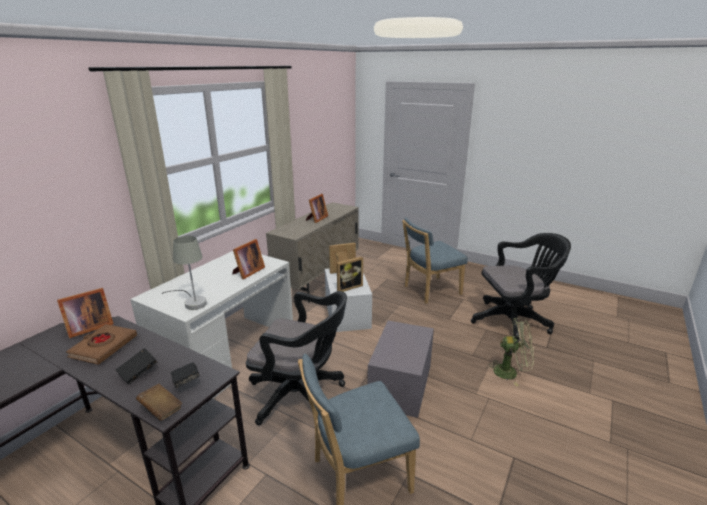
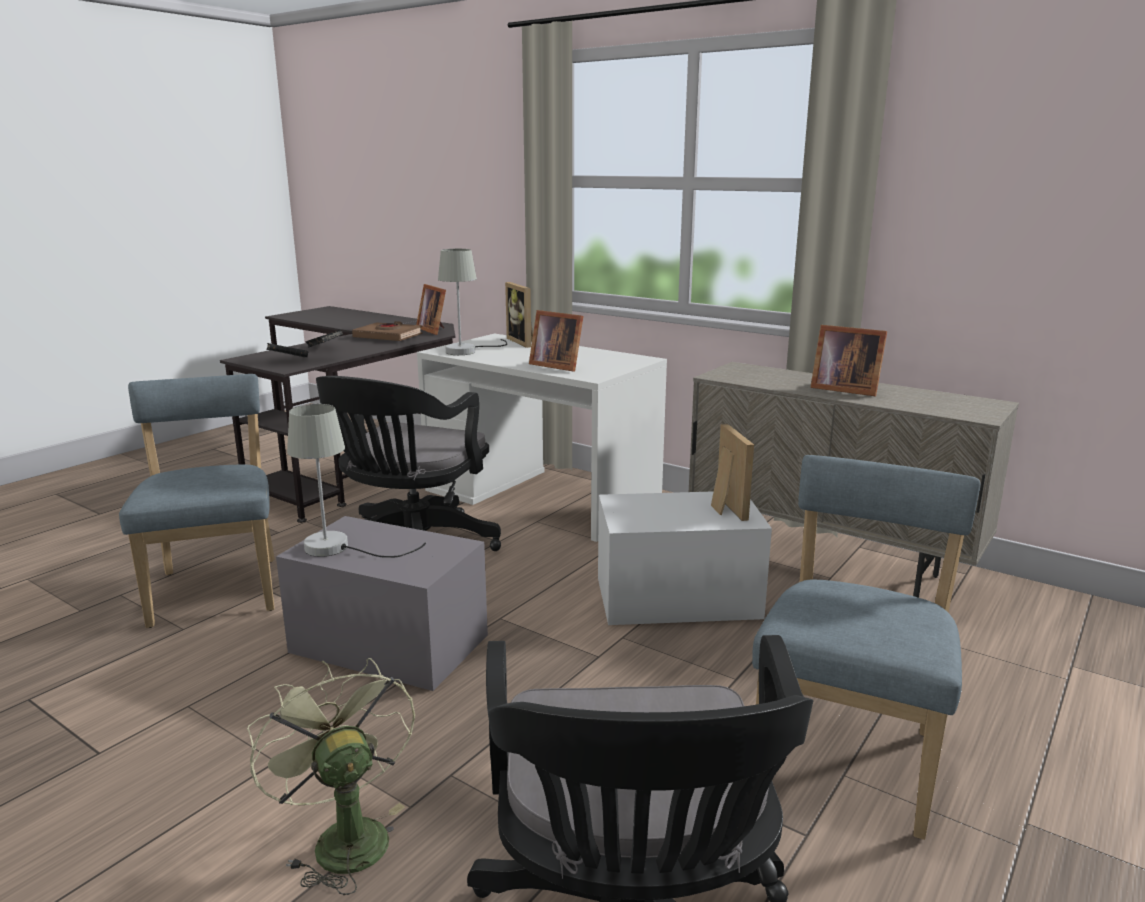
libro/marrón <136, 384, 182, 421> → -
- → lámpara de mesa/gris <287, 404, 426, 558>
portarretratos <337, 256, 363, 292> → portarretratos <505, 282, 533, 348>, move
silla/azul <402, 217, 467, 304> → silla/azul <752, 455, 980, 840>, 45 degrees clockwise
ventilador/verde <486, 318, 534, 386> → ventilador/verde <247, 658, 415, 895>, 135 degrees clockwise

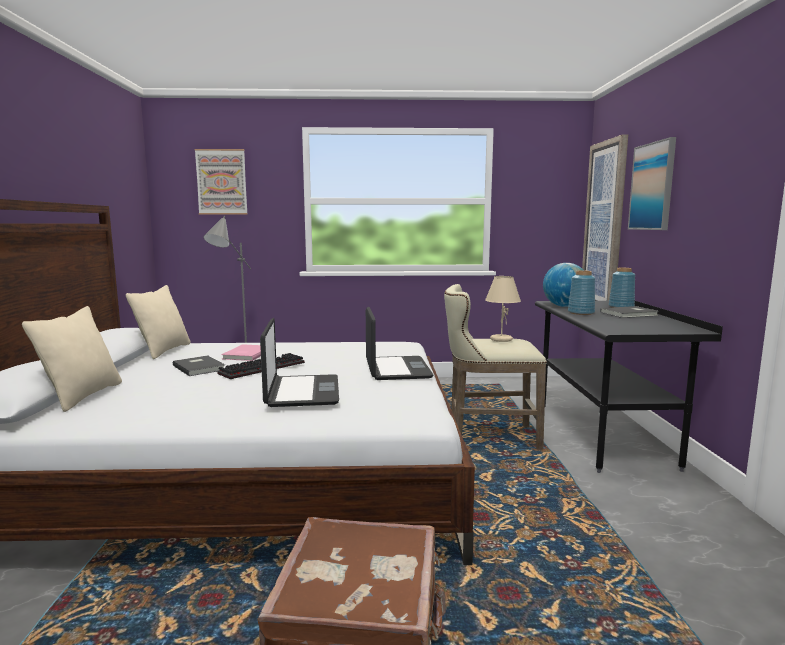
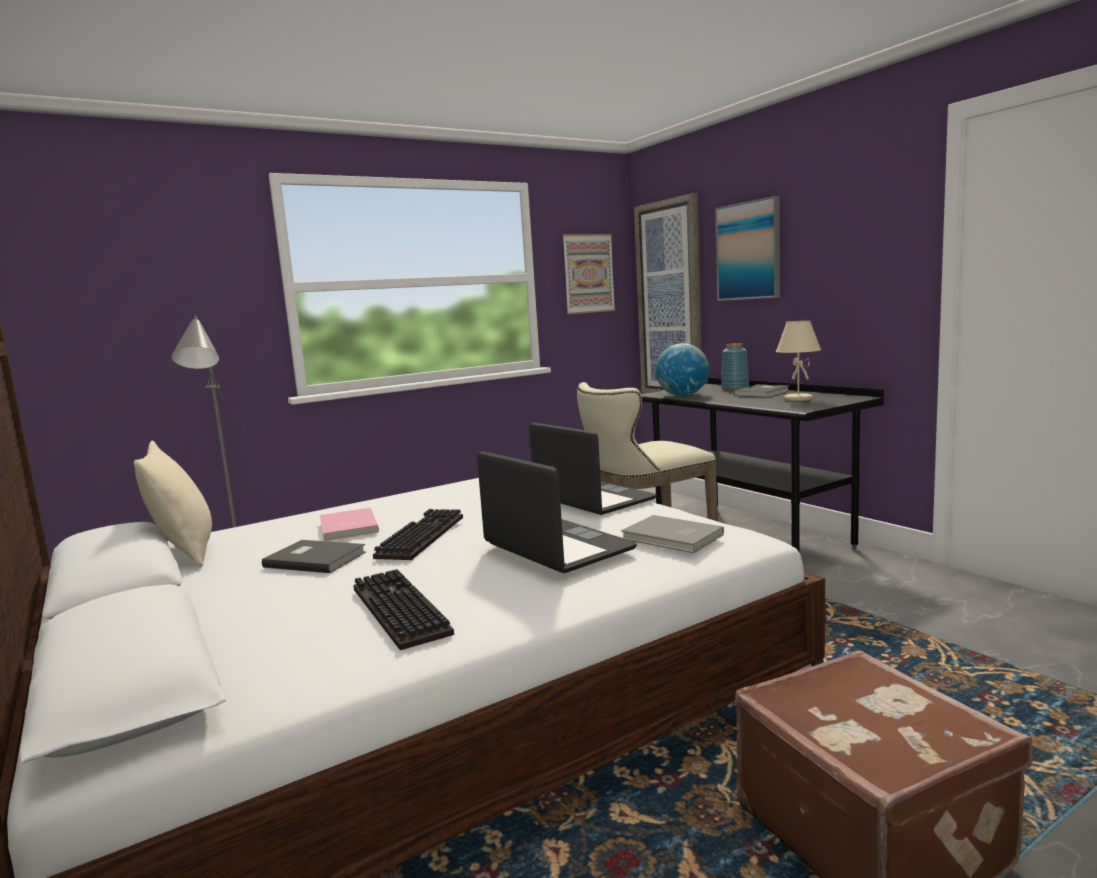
cojín/beis <22, 306, 122, 412> → -
florero/azul <568, 271, 595, 315> → -
- → teclado <353, 569, 454, 650>
- → libro/gris <621, 515, 724, 553>
cuadro <195, 149, 248, 215> → cuadro <562, 234, 616, 314>, move
lámpara de mesa/beis <485, 276, 521, 342> → lámpara de mesa/beis <776, 320, 821, 401>, move

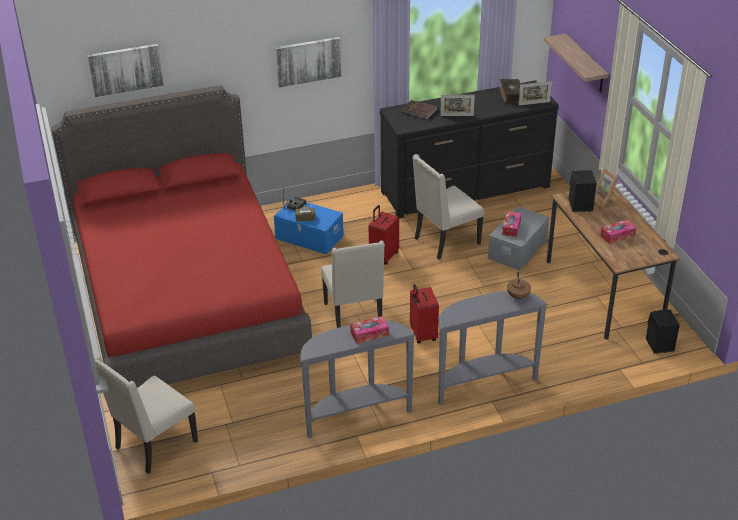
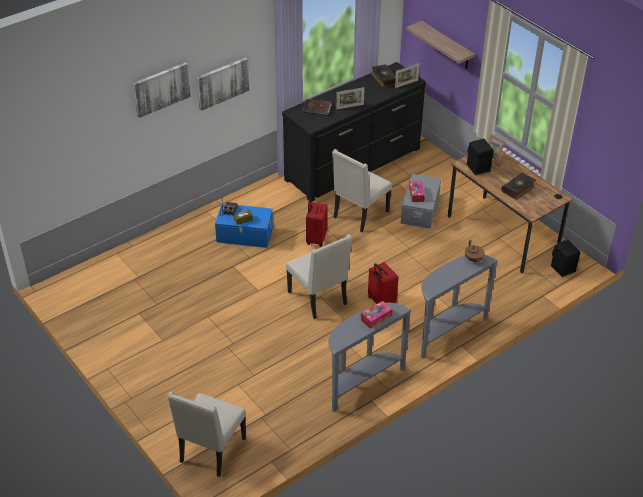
cama/rojo <51, 85, 312, 388> → -
cuadro <87, 44, 164, 97> → cuadro <133, 62, 191, 118>, move
caja de pañuelos <600, 220, 636, 244> → libro <501, 173, 536, 200>

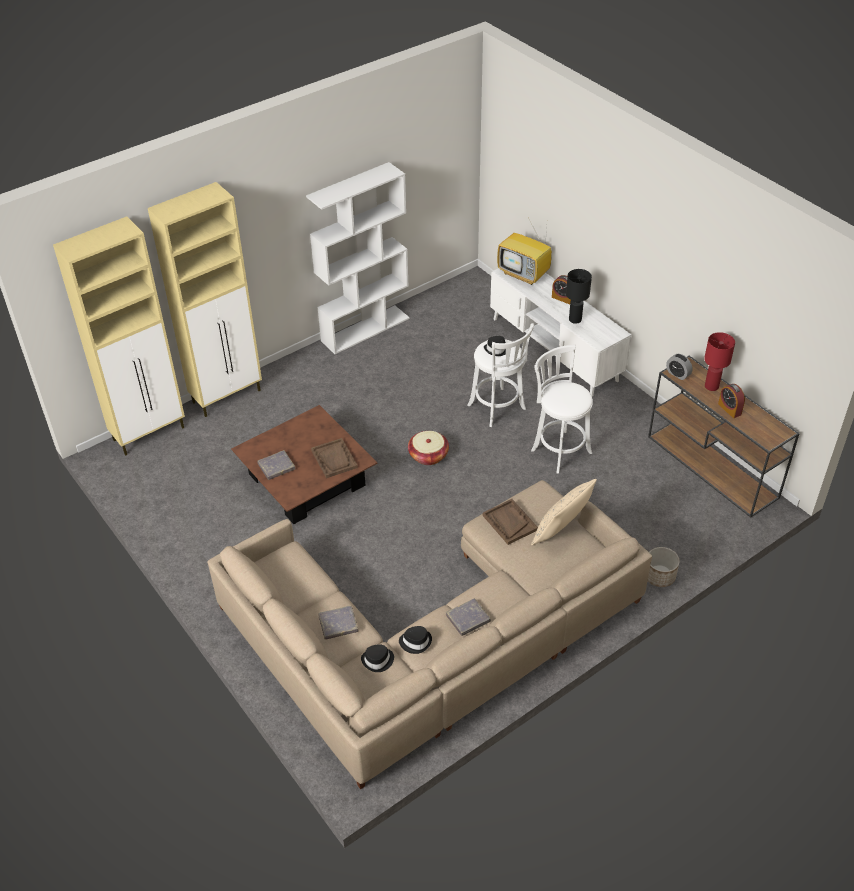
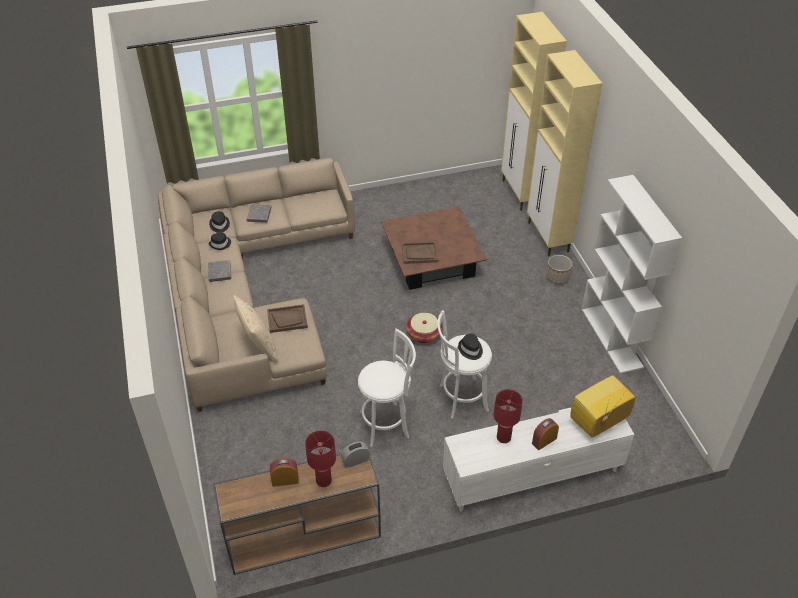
libro/gris <257, 450, 296, 480> → -
maceta <648, 547, 680, 587> → maceta <546, 255, 572, 284>, move
lámpara de mesa/negro <566, 269, 592, 324> → lámpara de mesa/rojo <494, 389, 523, 443>

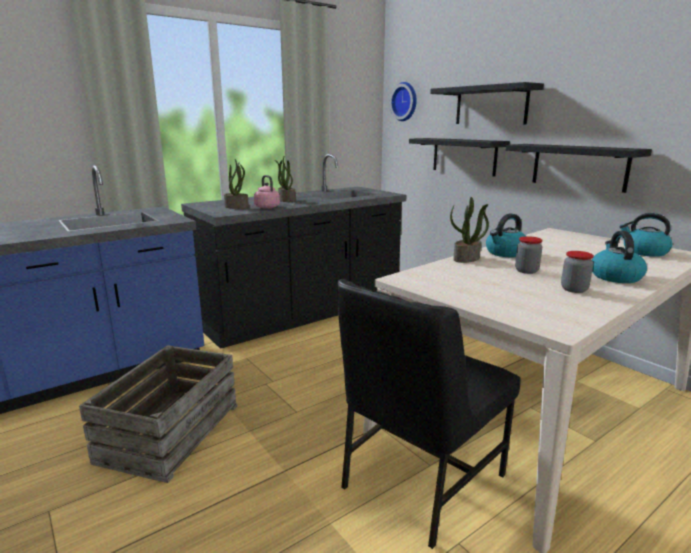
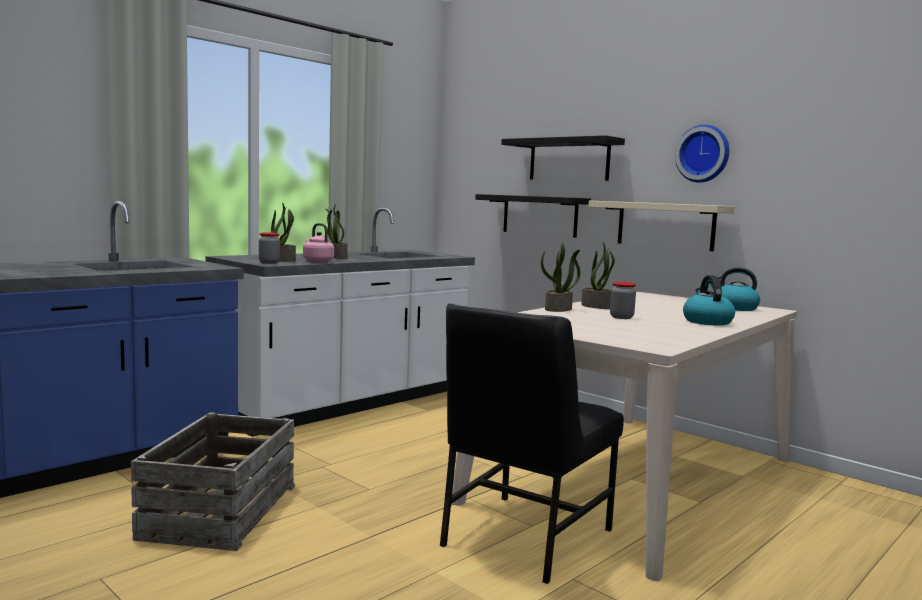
reloj de pared <390, 82, 417, 121> → reloj de pared <675, 124, 729, 183>, move
tarro <561, 251, 594, 293> → tarro <259, 232, 280, 264>, move
hervidor <486, 214, 526, 257> → planta en maceta <581, 243, 615, 309>
mueble bajo de cocina/negro <181, 154, 406, 349> → mueble bajo de cocina/blanco <206, 207, 475, 437>
estante/negro <506, 144, 652, 193> → estante/beis <588, 200, 734, 251>

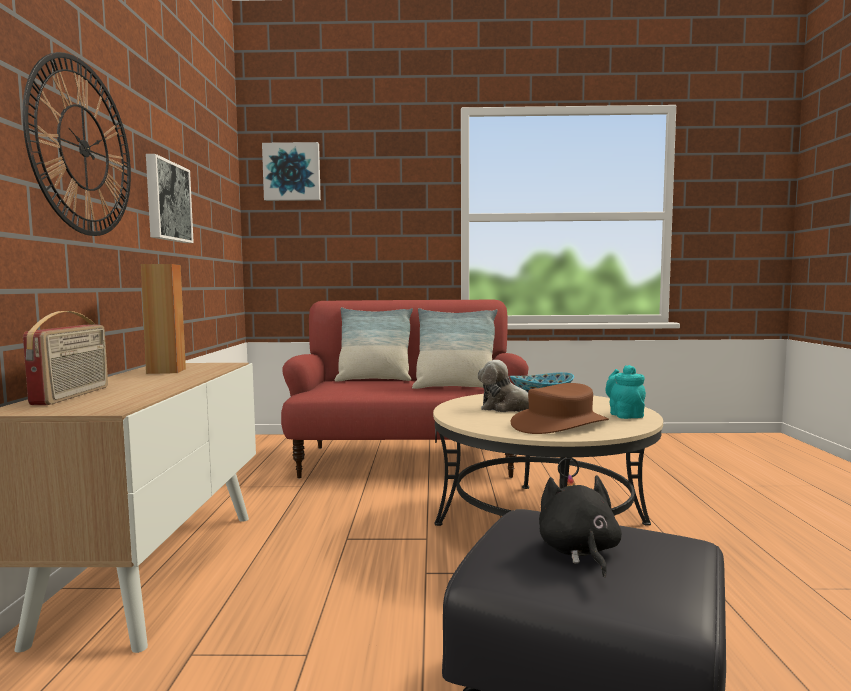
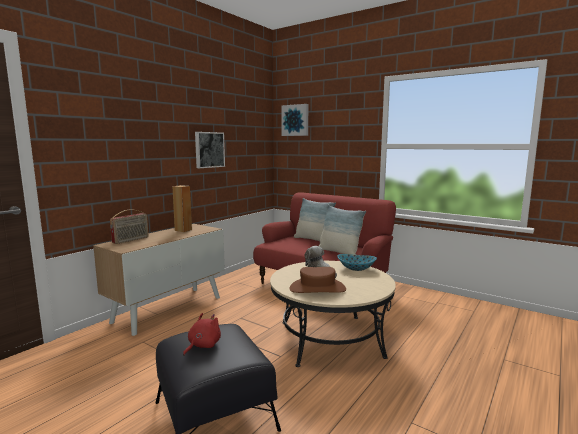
reloj de pared <22, 52, 131, 236> → -
tetera/turquesa <606, 365, 646, 419> → -
peluche/negro <539, 475, 622, 577> → peluche/rojo <183, 313, 221, 356>

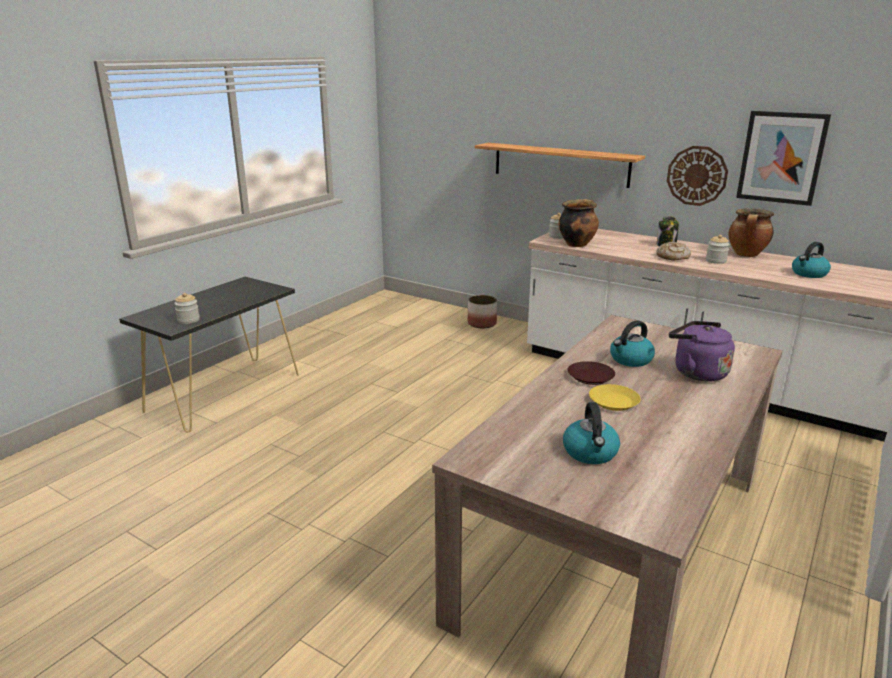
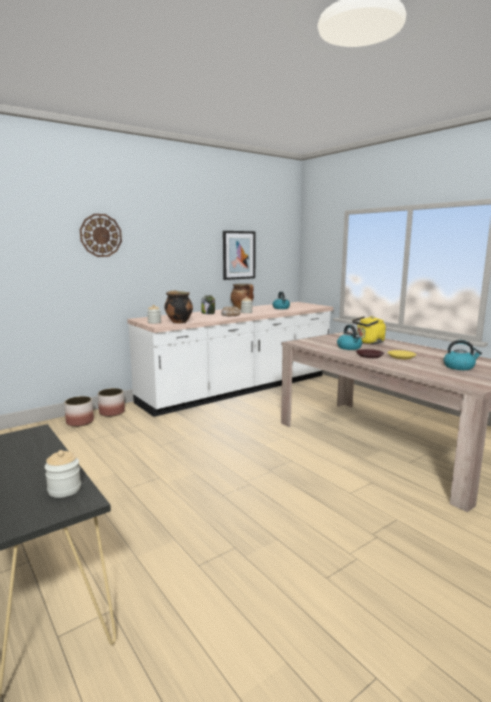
estante <475, 143, 645, 188> → -
- → maceta <98, 388, 125, 417>
reloj de pared <667, 146, 728, 206> → reloj de pared <80, 214, 122, 257>, move
hervidor/morado <669, 321, 735, 381> → hervidor/amarillo <352, 316, 386, 344>

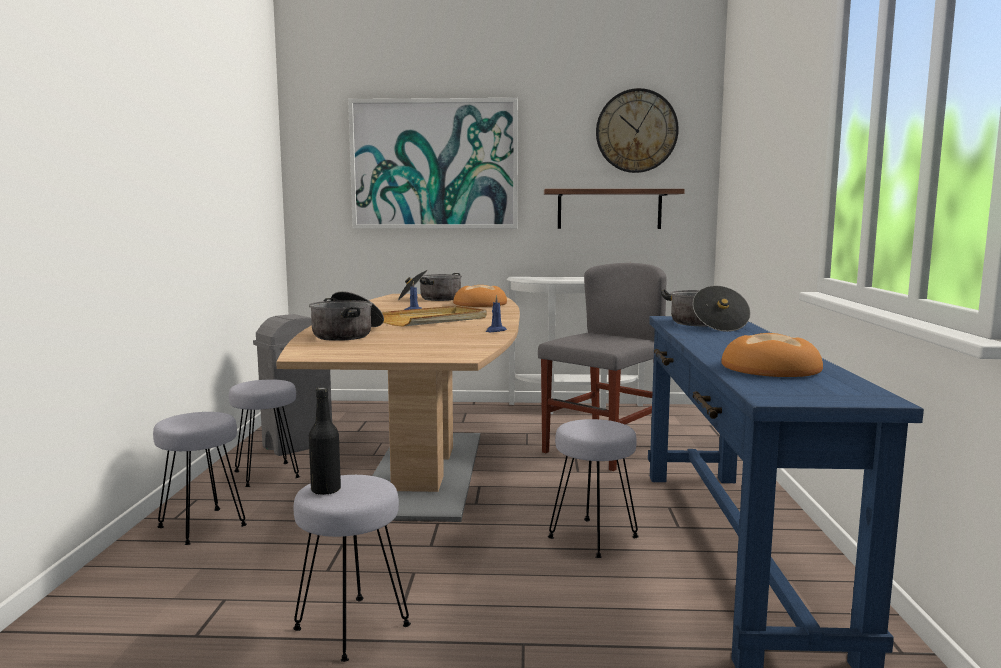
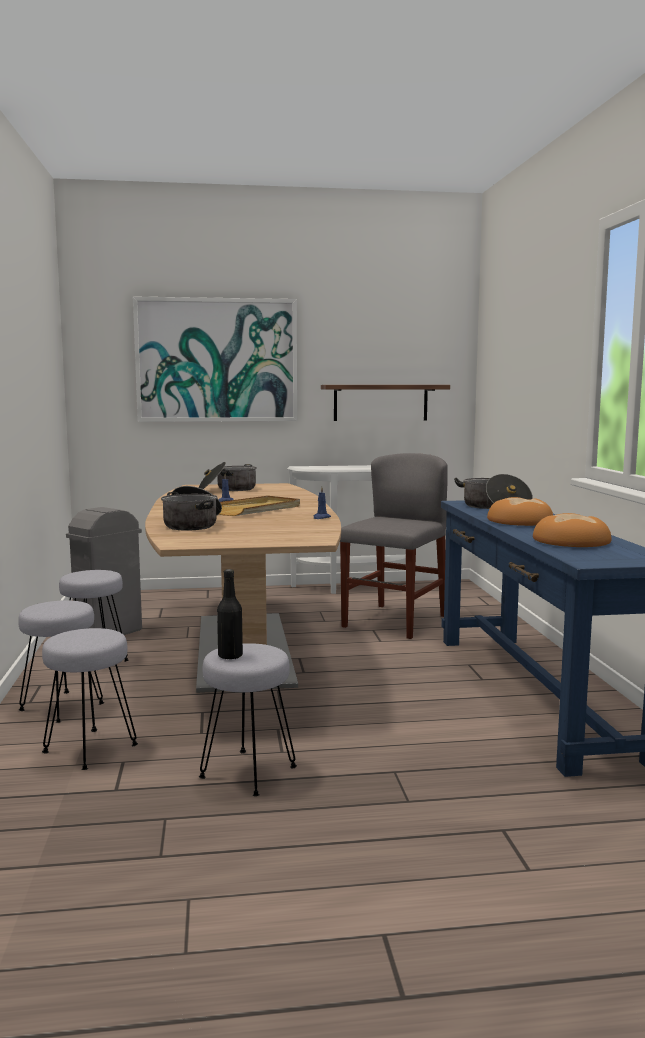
reloj de pared <596, 88, 679, 173> → -
pan <453, 285, 507, 307> → pan <487, 497, 553, 526>, move
taburete/gris <548, 419, 639, 558> → taburete/gris <42, 628, 138, 770>, move

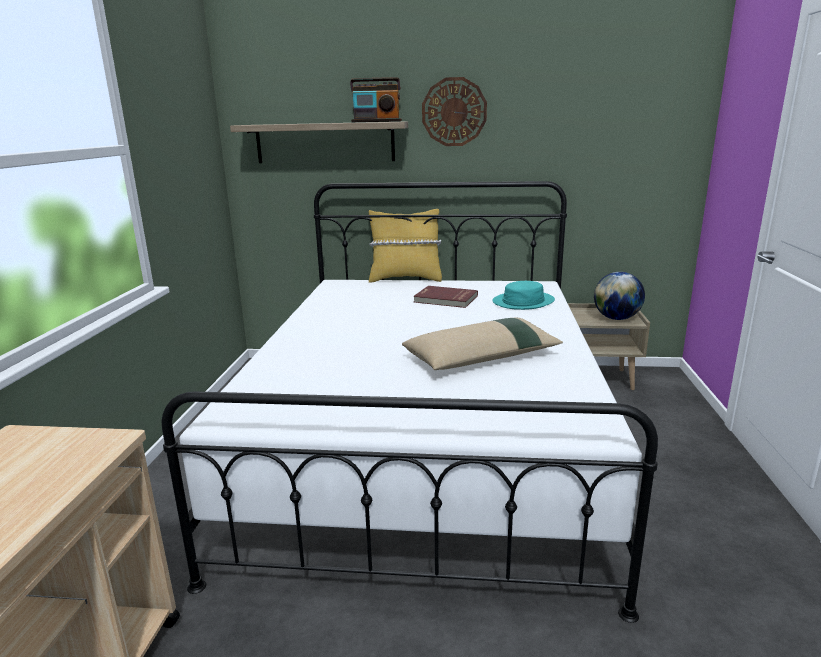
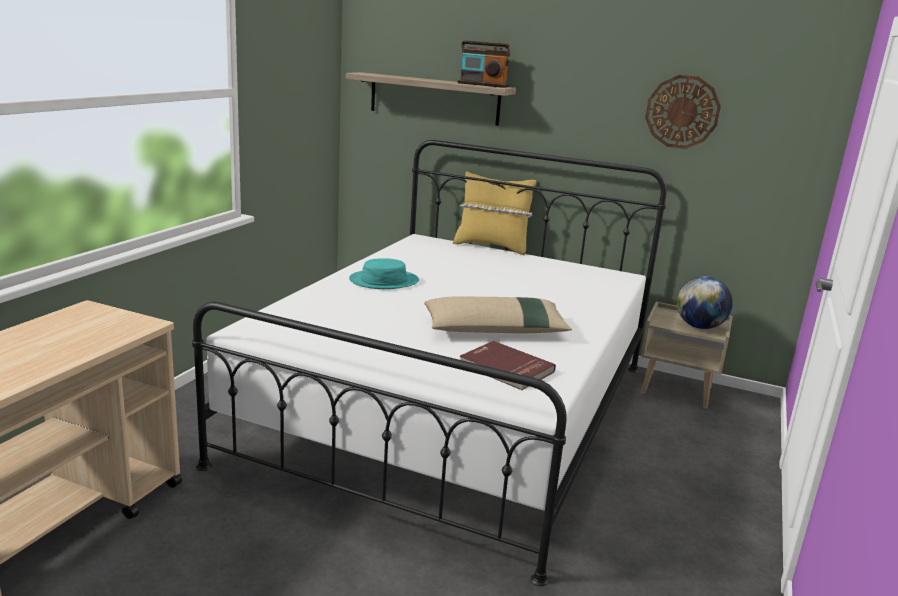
libro/rojo <413, 286, 478, 308> → libro/rojo <460, 341, 556, 390>, move
reloj de pared <422, 77, 487, 146> → reloj de pared <645, 75, 721, 149>, move
sombrero/turquesa <492, 281, 555, 310> → sombrero/turquesa <349, 258, 419, 289>, move

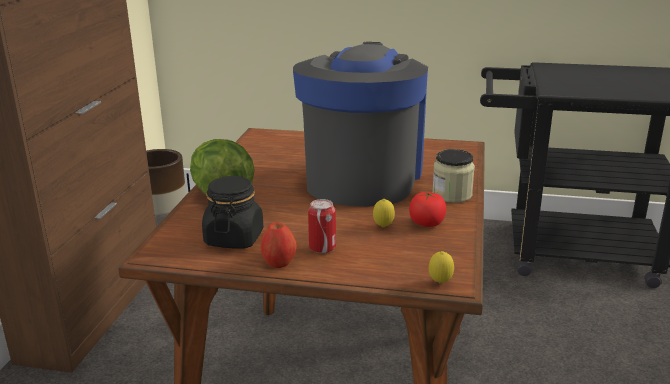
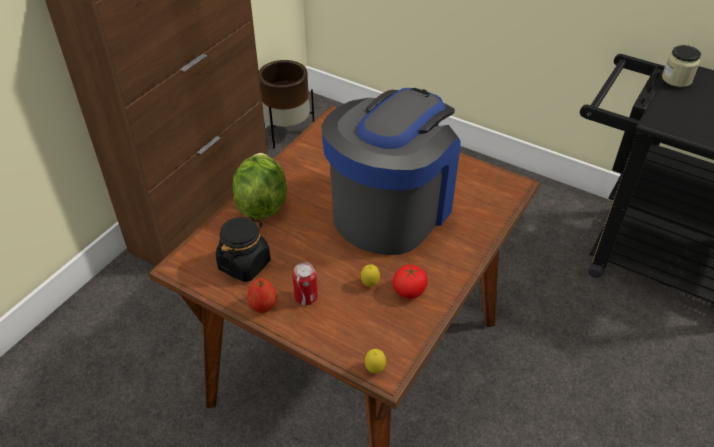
tarro <432, 149, 475, 203> → tarro <662, 45, 701, 87>, move

